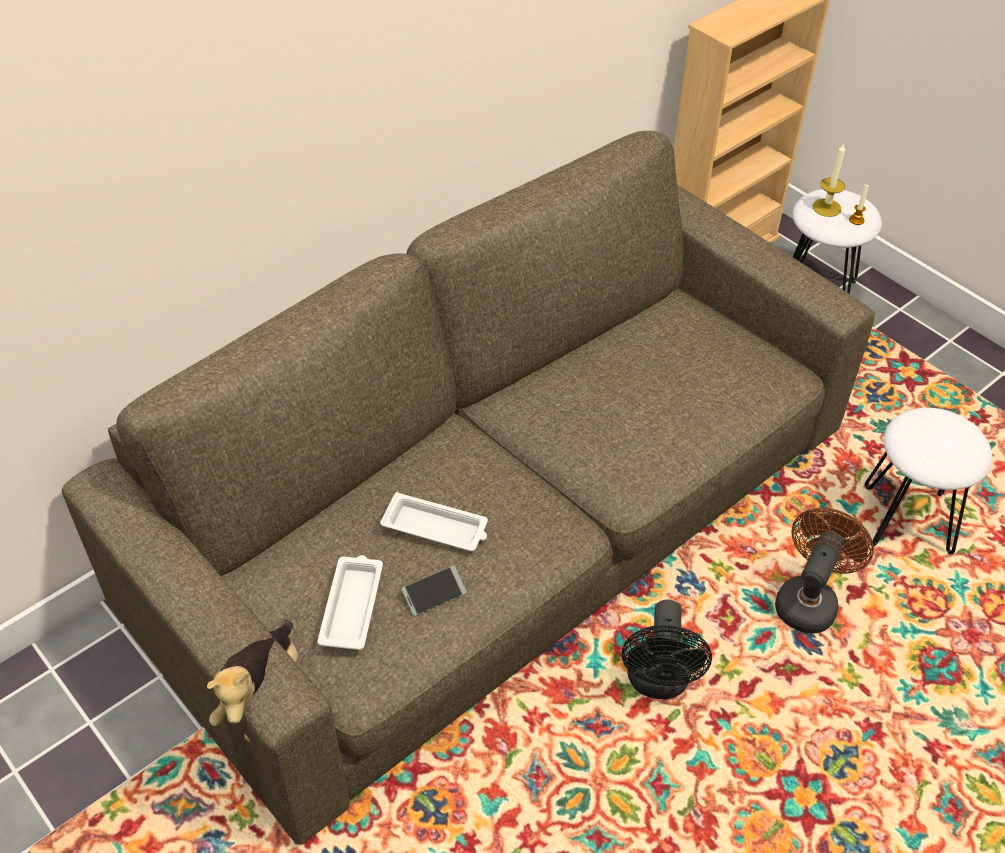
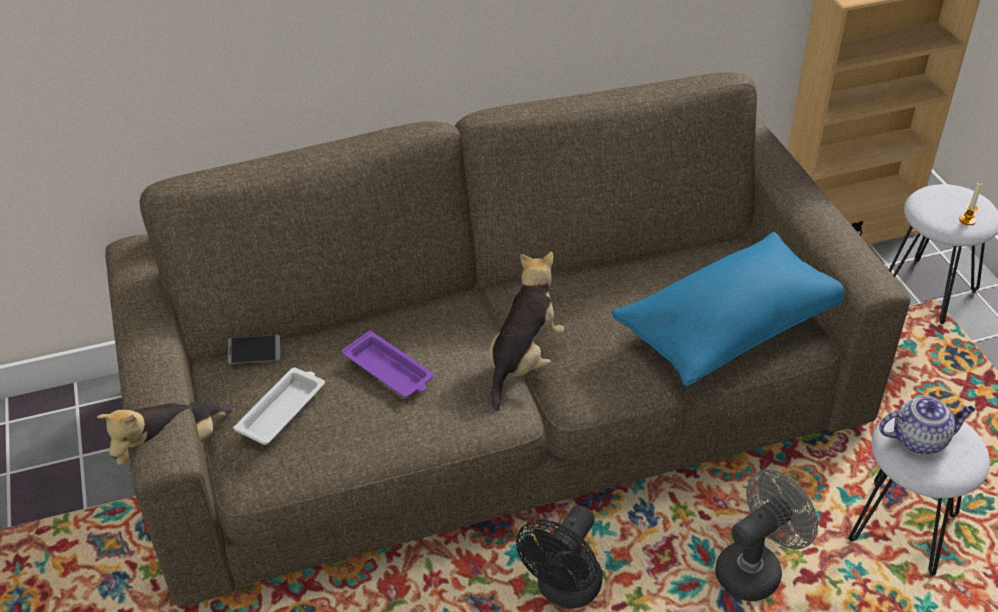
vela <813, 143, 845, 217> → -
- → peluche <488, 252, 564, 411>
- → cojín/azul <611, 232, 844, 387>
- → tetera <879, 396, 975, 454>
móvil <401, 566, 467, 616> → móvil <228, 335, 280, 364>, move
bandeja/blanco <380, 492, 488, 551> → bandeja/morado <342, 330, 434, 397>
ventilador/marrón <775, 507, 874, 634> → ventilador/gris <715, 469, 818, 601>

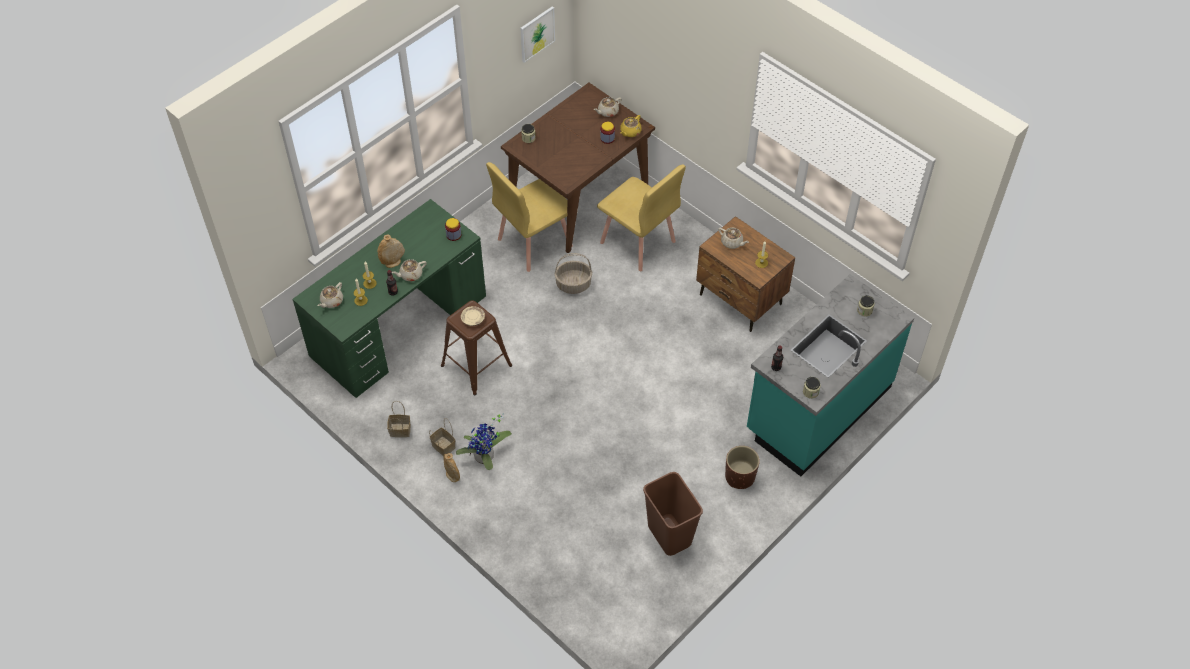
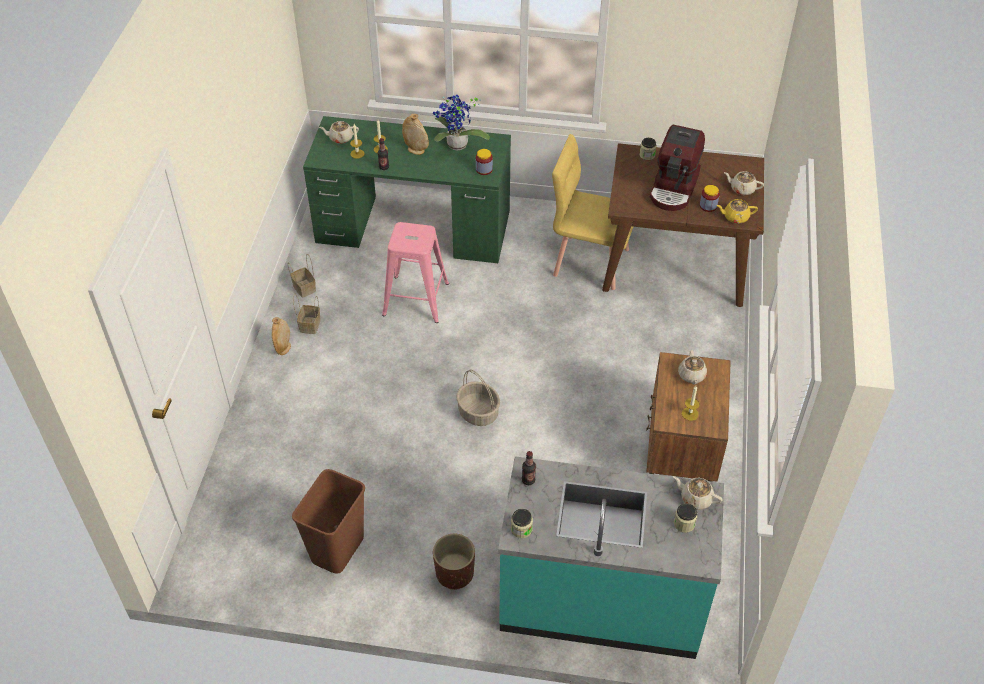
plato/beis <461, 306, 485, 326> → -
cuadro <520, 7, 555, 63> → -
silla/amarillo <597, 164, 686, 271> → -
- → cafetera <650, 124, 705, 211>
tetera/beis <392, 259, 426, 281> → tetera/beis <673, 476, 722, 510>, move
planta en maceta <456, 413, 512, 470> → planta en maceta <433, 95, 490, 150>, move
cesta <554, 253, 592, 294> → cesta <456, 370, 500, 426>, move
taburete/marrón <441, 300, 512, 395> → taburete/rosa <382, 222, 449, 323>

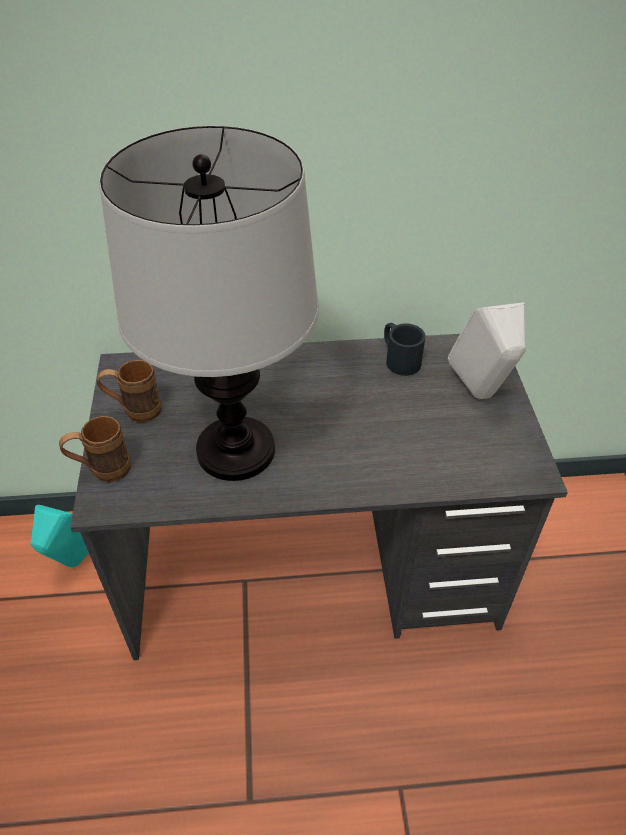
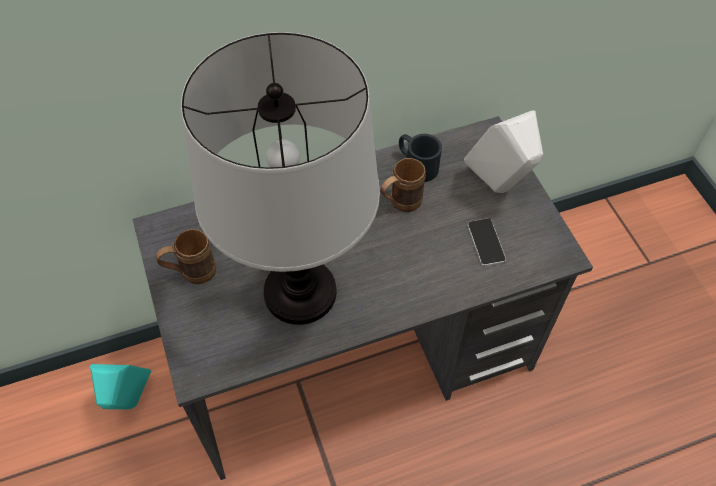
- → móvil <467, 218, 506, 266>
taza grande/marrón <59, 416, 131, 482> → taza grande/marrón <380, 158, 426, 212>, move

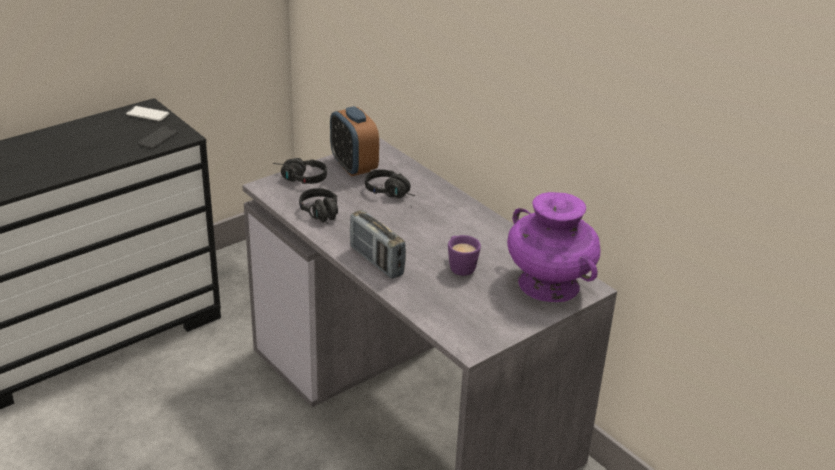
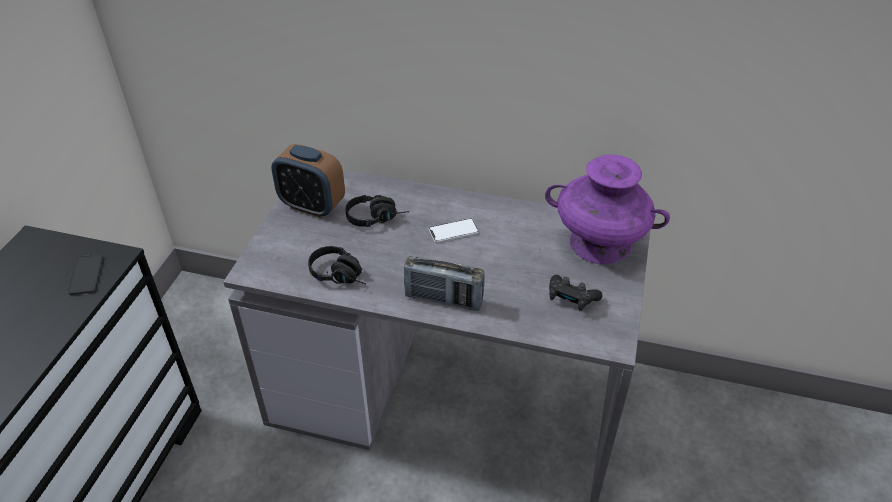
auriculares/negro <273, 158, 327, 184> → -
taza grande/morado <448, 235, 481, 276> → -
- → mando de consola/negro <549, 275, 602, 311>
móvil <126, 106, 170, 121> → móvil <429, 218, 479, 242>, move

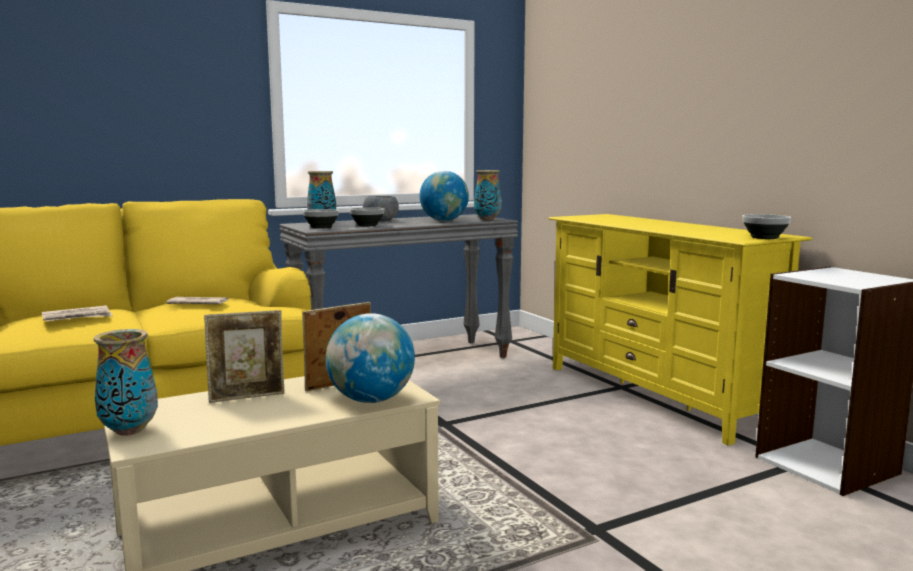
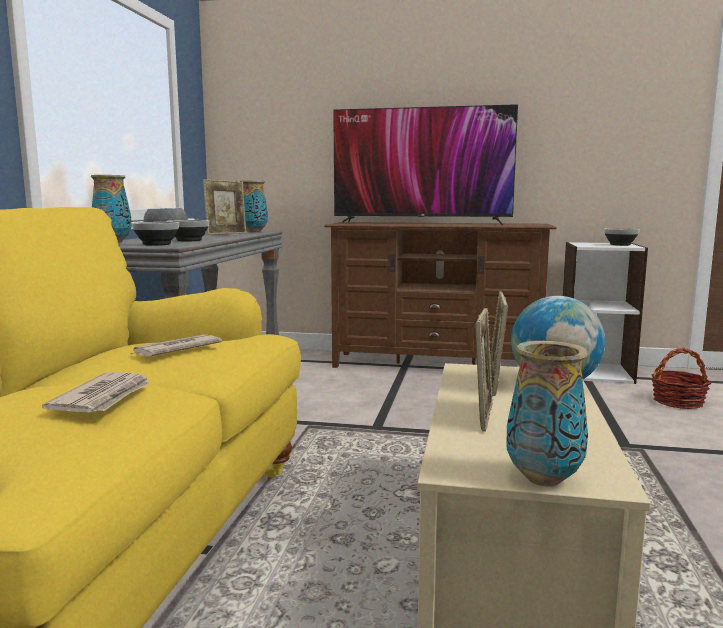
- → televisor <333, 104, 518, 225>
- → cesta <651, 348, 711, 409>
cuenco <743, 214, 791, 239> → cuenco <604, 228, 640, 246>, move
globo terráqueo <420, 171, 469, 221> → portarretratos <203, 179, 246, 235>
mueble de televisión/amarillo <548, 214, 812, 446> → mueble de televisión/marrón <324, 222, 557, 368>

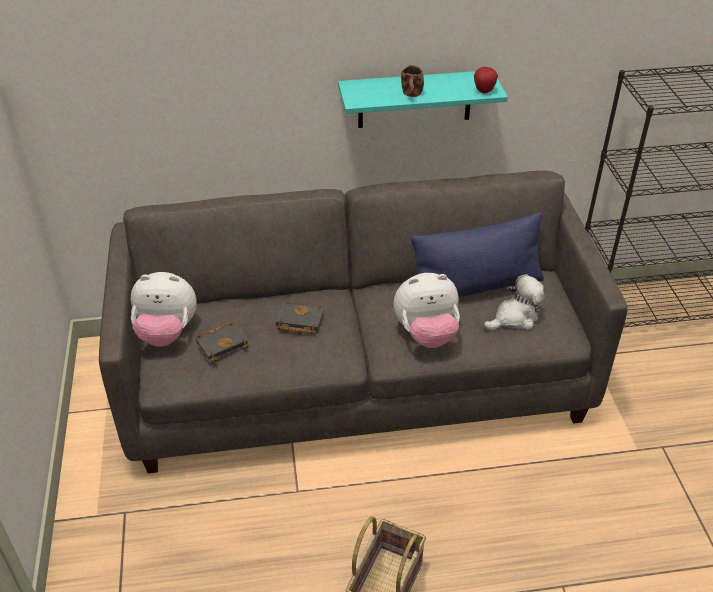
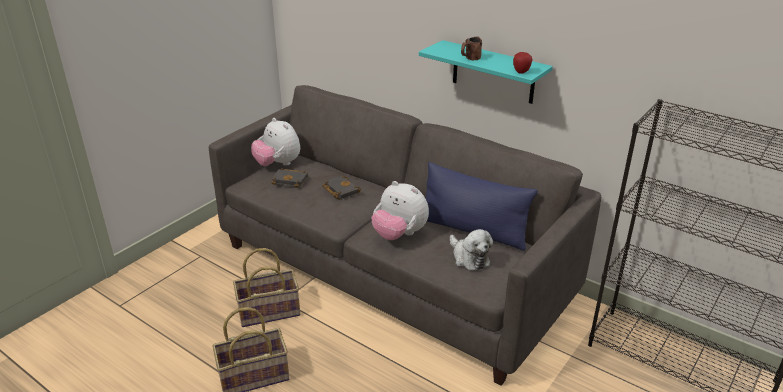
- → cesta <233, 248, 300, 327>
peluche <484, 274, 545, 331> → peluche <450, 229, 493, 271>, 45 degrees clockwise

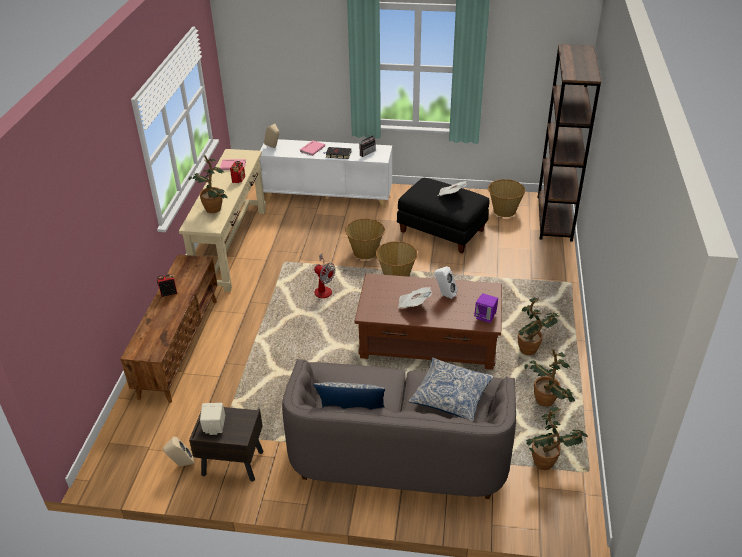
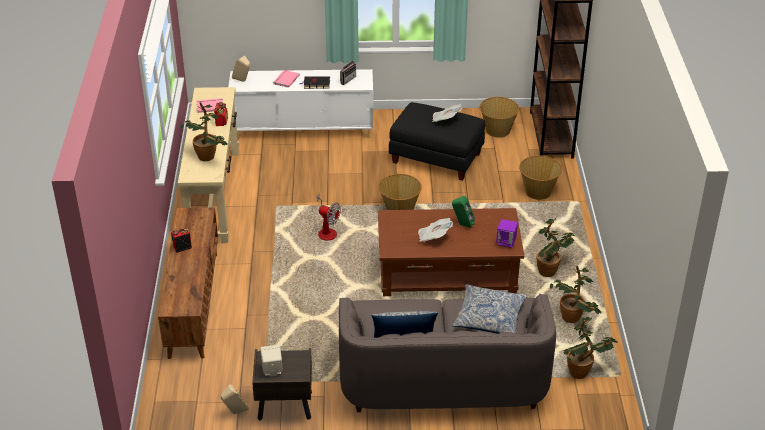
cesta <345, 218, 385, 260> → cesta <519, 156, 562, 200>, move
altavoz/blanco <435, 266, 457, 299> → altavoz/verde <452, 196, 475, 228>

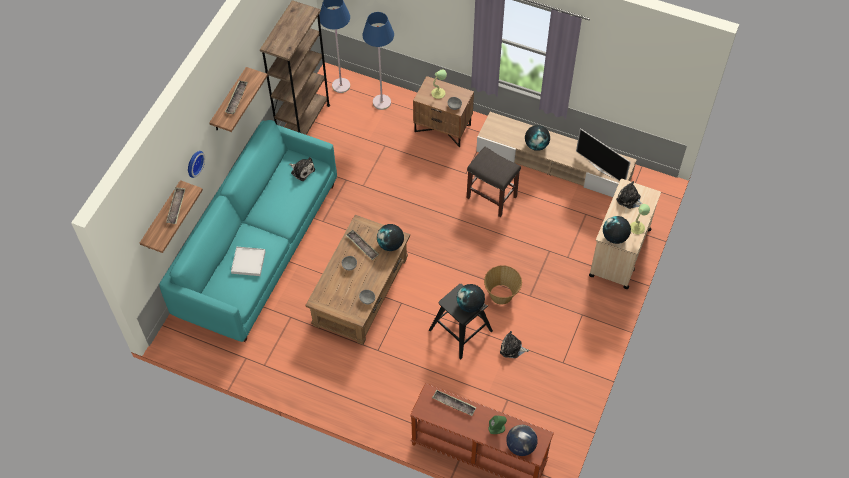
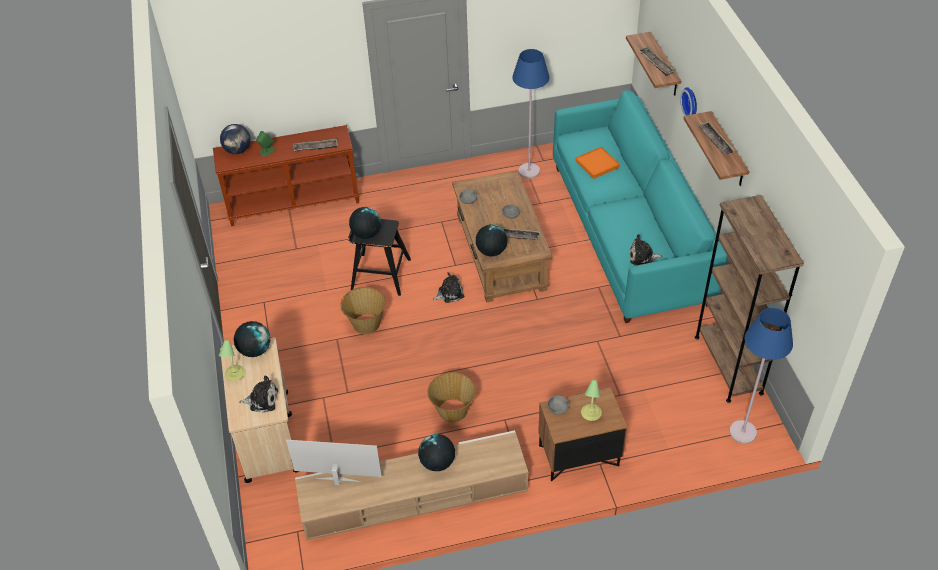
lámpara de pie/azul <362, 12, 394, 110> → lámpara de pie/azul <512, 49, 549, 178>, move
peluche <500, 331, 529, 358> → peluche <433, 272, 464, 303>, move
taburete/gris <467, 147, 521, 217> → cesta <428, 372, 476, 423>
bandeja/blanco <231, 247, 266, 276> → bandeja/naranja <575, 147, 620, 179>

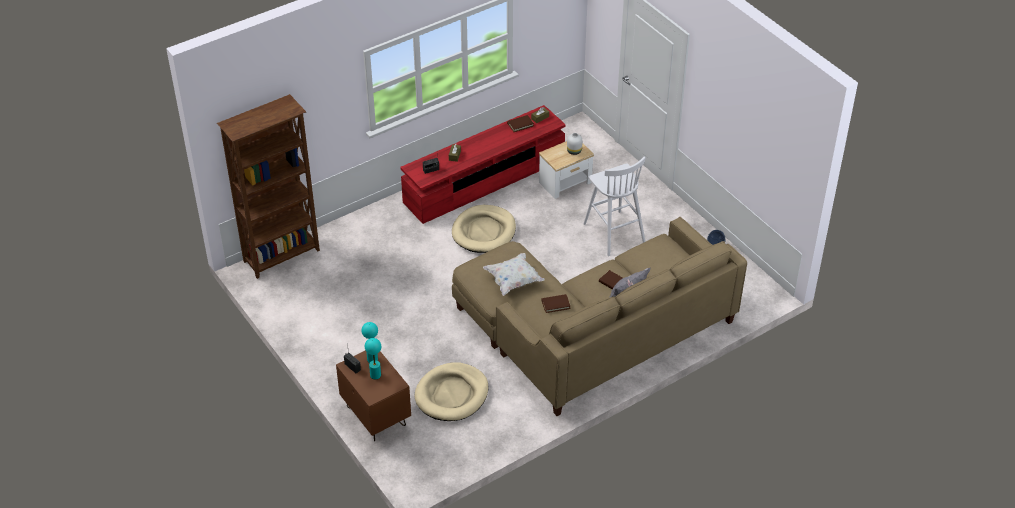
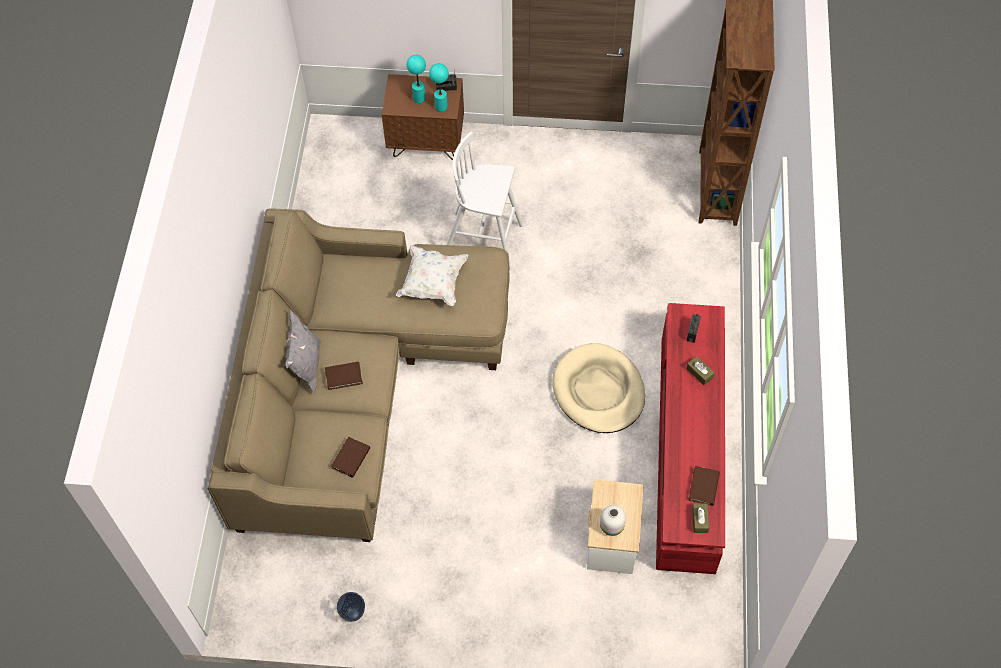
cama para perro/beis <415, 362, 489, 421> → -
libro/marrón <541, 294, 571, 313> → libro/marrón <331, 437, 370, 478>, move
taburete/blanco <583, 157, 646, 256> → taburete/blanco <447, 131, 523, 271>, move

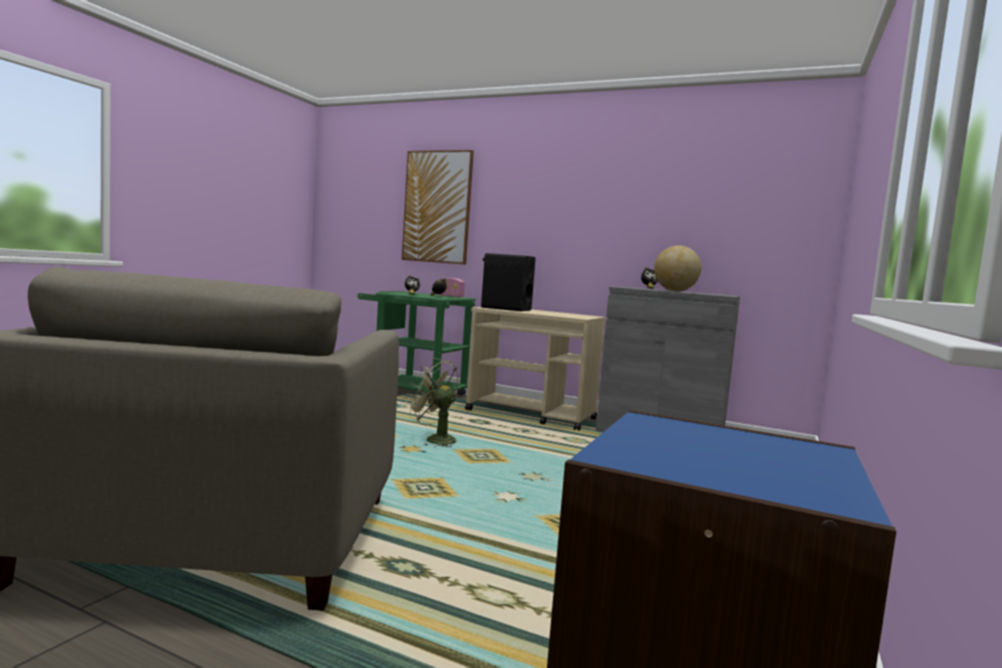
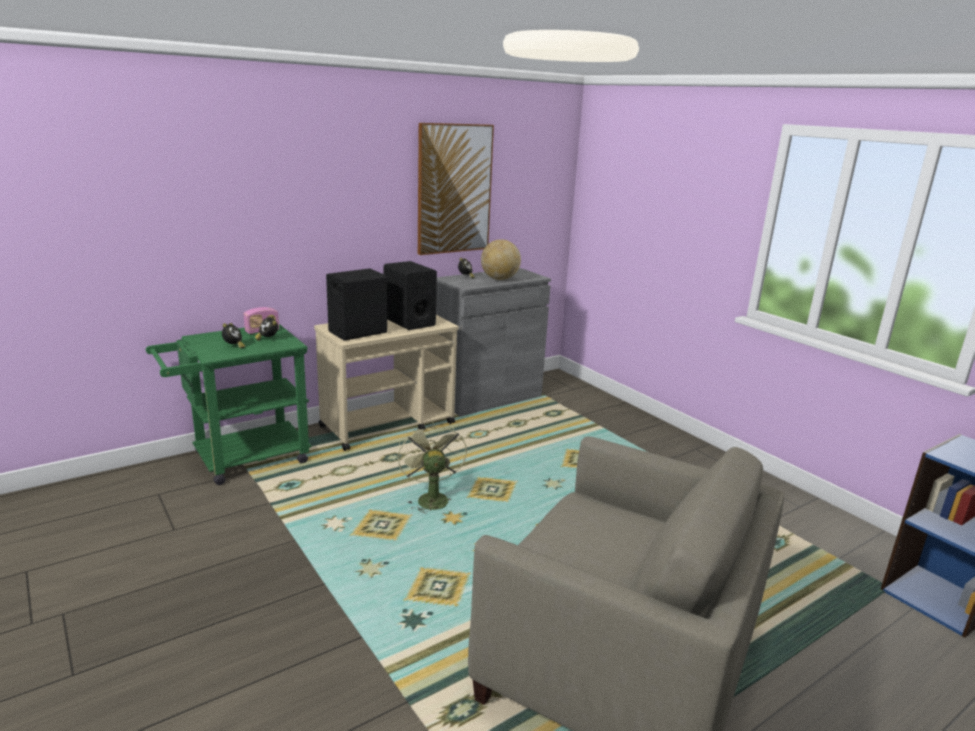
- → altavoz/negro <384, 261, 437, 330>
cuadro <402, 150, 474, 265> → cuadro <418, 123, 494, 255>, move
ventilador/verde <405, 358, 458, 447> → ventilador/verde <398, 420, 467, 514>, 105 degrees clockwise

